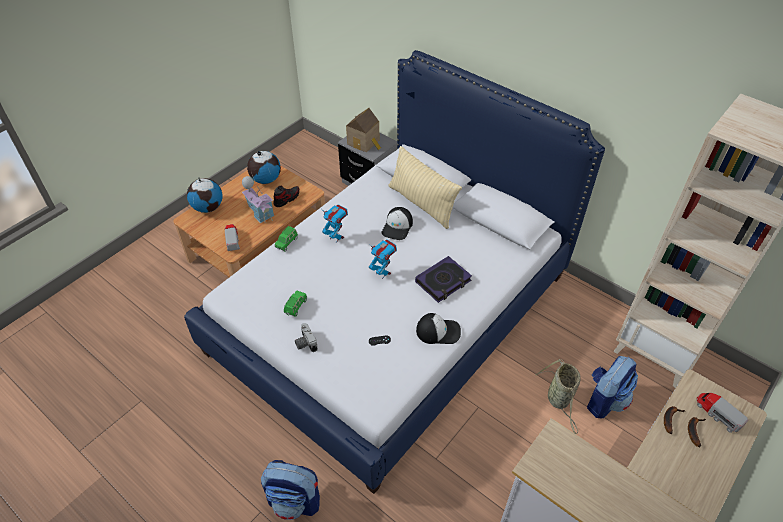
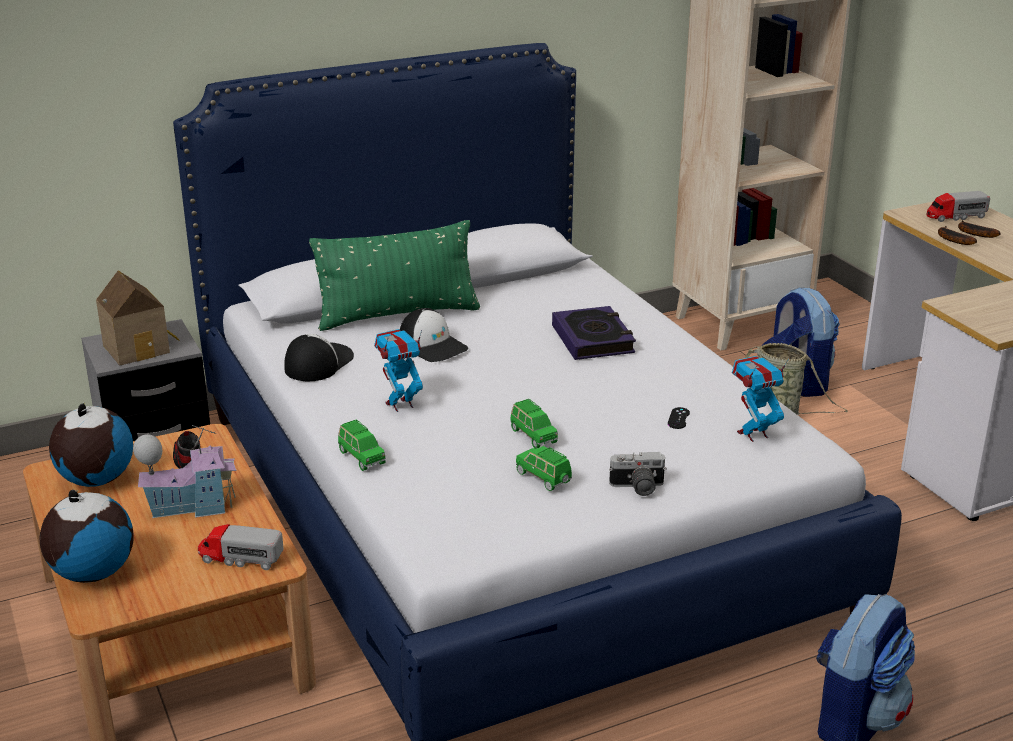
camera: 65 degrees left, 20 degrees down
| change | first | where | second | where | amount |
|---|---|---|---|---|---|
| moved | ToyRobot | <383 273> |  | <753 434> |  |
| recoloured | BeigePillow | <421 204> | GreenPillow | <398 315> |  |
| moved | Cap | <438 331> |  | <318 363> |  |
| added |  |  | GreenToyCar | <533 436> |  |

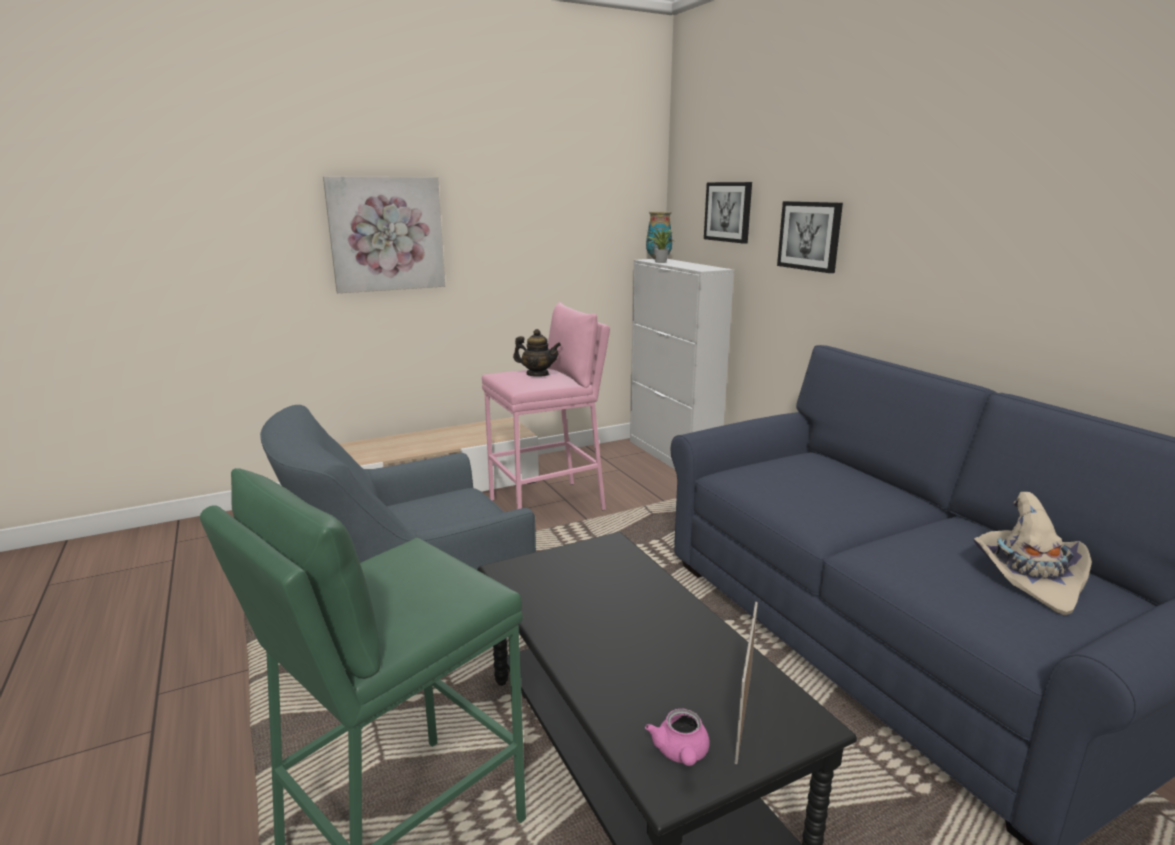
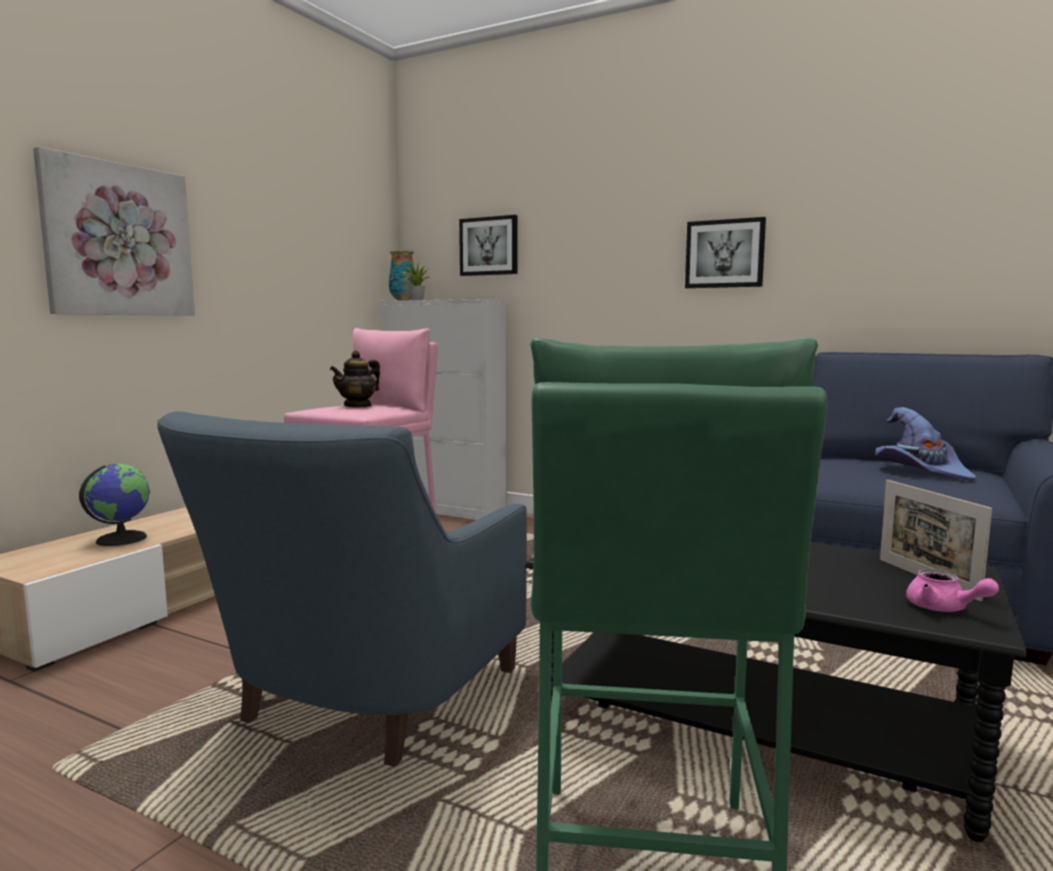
camera: 35 degrees left, 10 degrees down
| change | first | where | second | where | amount |
|---|---|---|---|---|---|
| turned | Teapot | <537 374> |  | <358 406> | 150 degrees clockwise |
| moved | Picture | <810 236> |  | <725 254> |  |
| recoloured | BeigeHat | <1029 577> | PurpleHat | <920 471> |  |
| added |  |  | Globe | <121 539> |  |

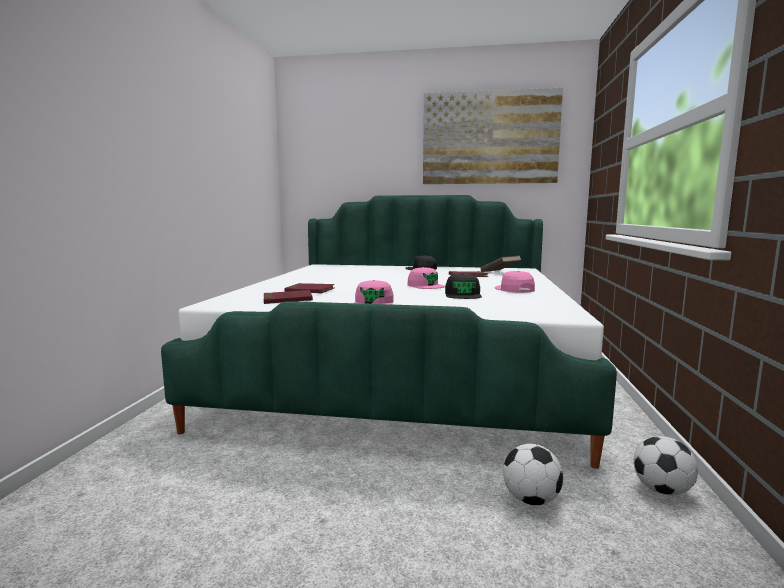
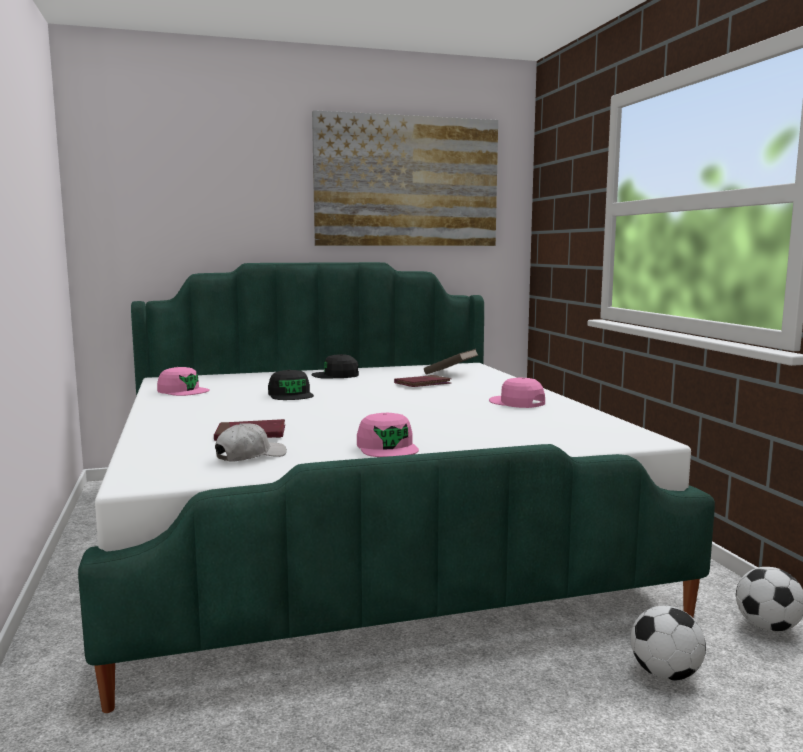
camera: 25 degrees left, 0 degrees up
| change | first | where | second | where | amount |
|---|---|---|---|---|---|
| replaced | RedBook | <287 300> | WhiteCap | <250 456> |  |
| moved | PinkCap | <426 286> |  | <183 391> |  |
| moved | BlackCap | <463 295> |  | <291 395> |  |

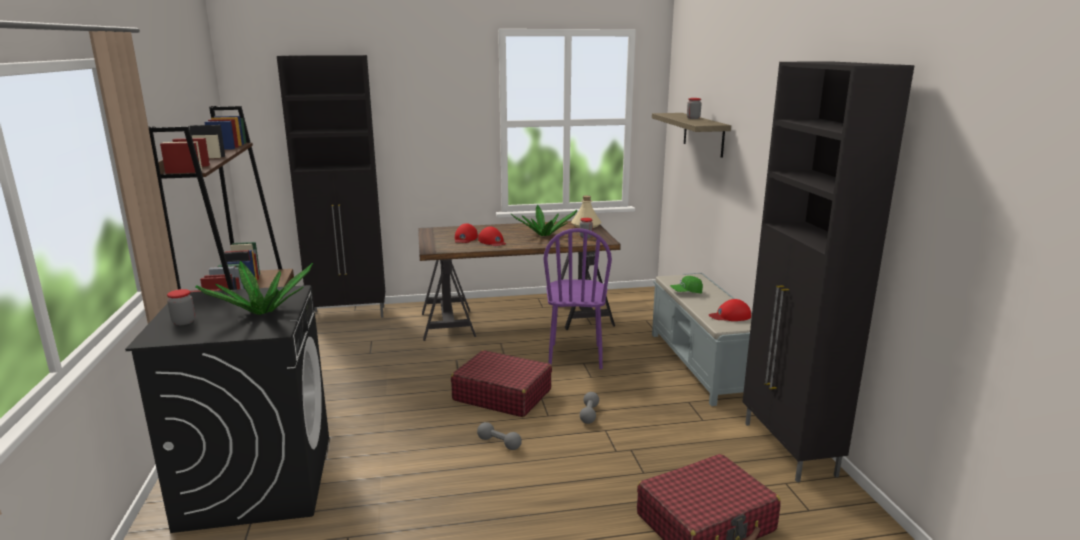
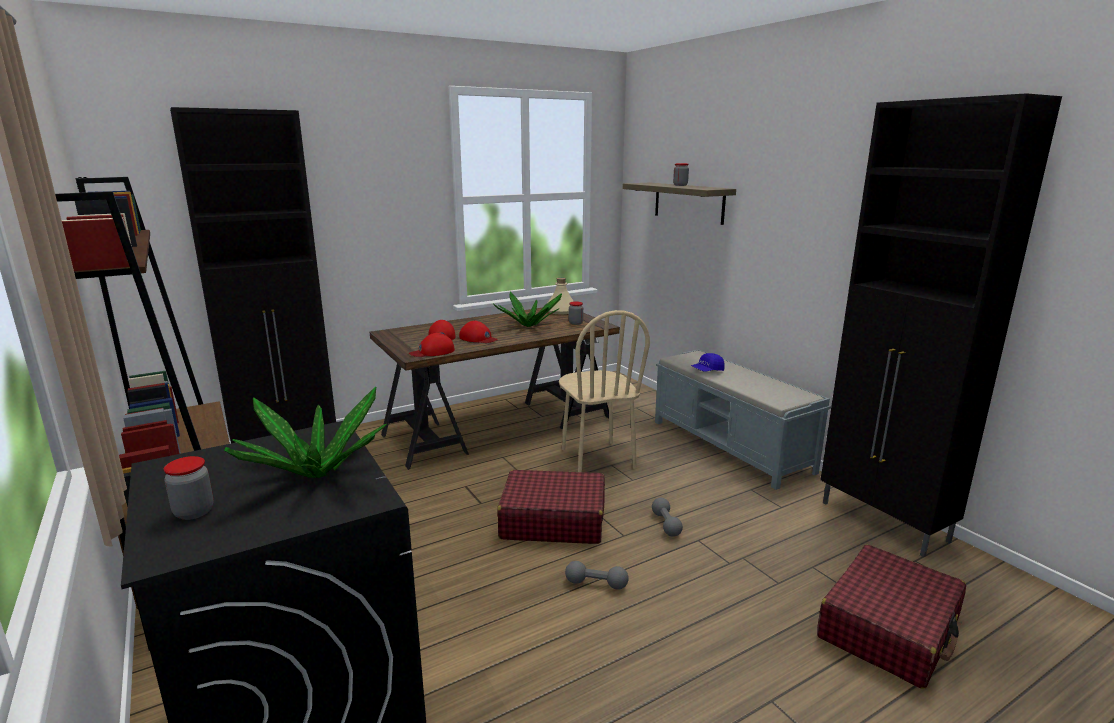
camera: 20 degrees left, 0 degrees up
| change | first | where | second | where | amount |
|---|---|---|---|---|---|
| recoloured | PurpleChair | <575 356> | BeigeChair | <597 458> |  |
| recoloured | GreenCap | <686 292> | BlueCap | <707 371> |  |
| moved | RedCap | <730 316> |  | <432 352> |  |

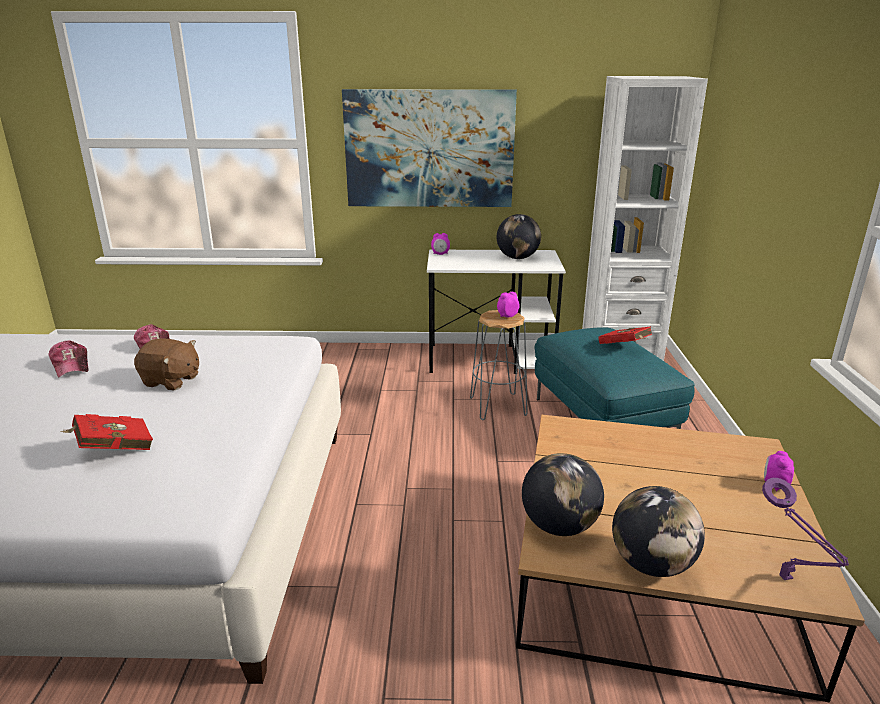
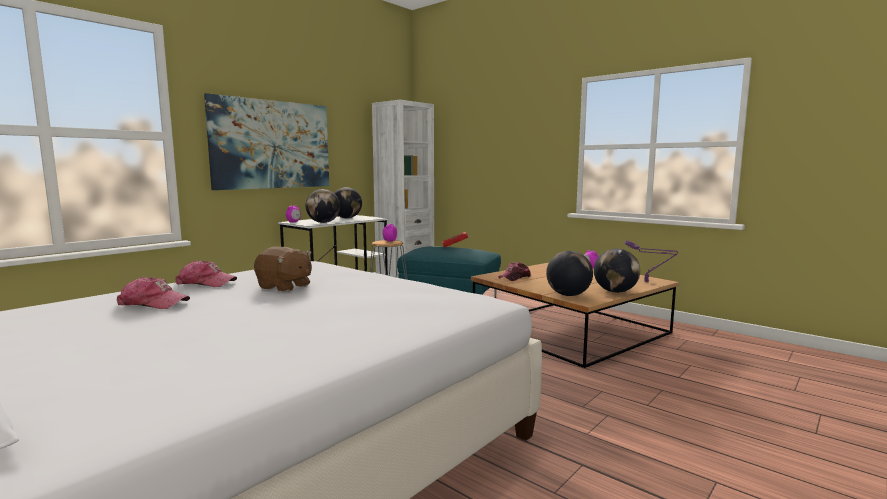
camera: 50 degrees left, 15 degrees down
| change | first | where | second | where | amount |
|---|---|---|---|---|---|
| removed | RedBook | <112 449> |  |  |  |
| turned | BrownPlushToy | <171 381> |  | <284 287> | 60 degrees clockwise |
| added |  |  | Globe | <323 222> |  |
| added |  |  | Cap | <515 277> |  |

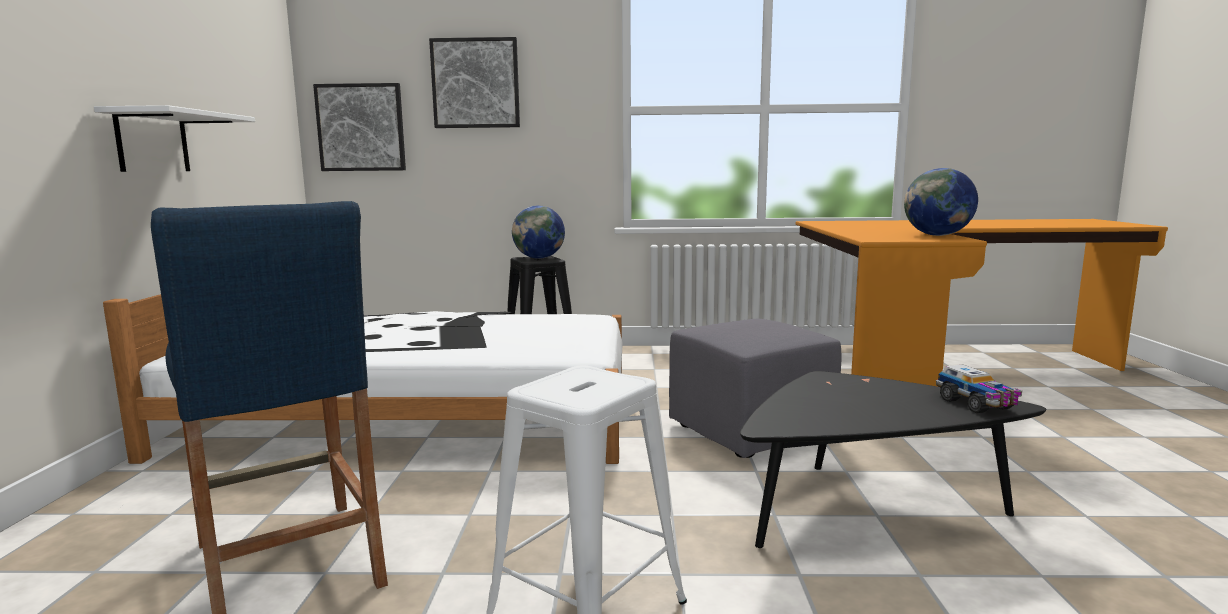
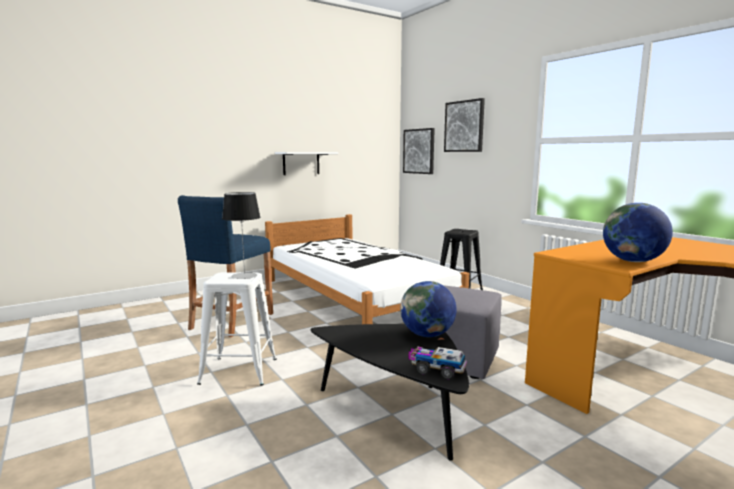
camera: 55 degrees right, 0 degrees up
| change | first | where | second | where | amount |
|---|---|---|---|---|---|
| moved | Globe | <539 258> |  | <427 335> |  |
| turned | ToyTruck | <976 404> |  | <436 370> | 75 degrees clockwise |
| added |  |  | TableLamp | <244 276> |  |

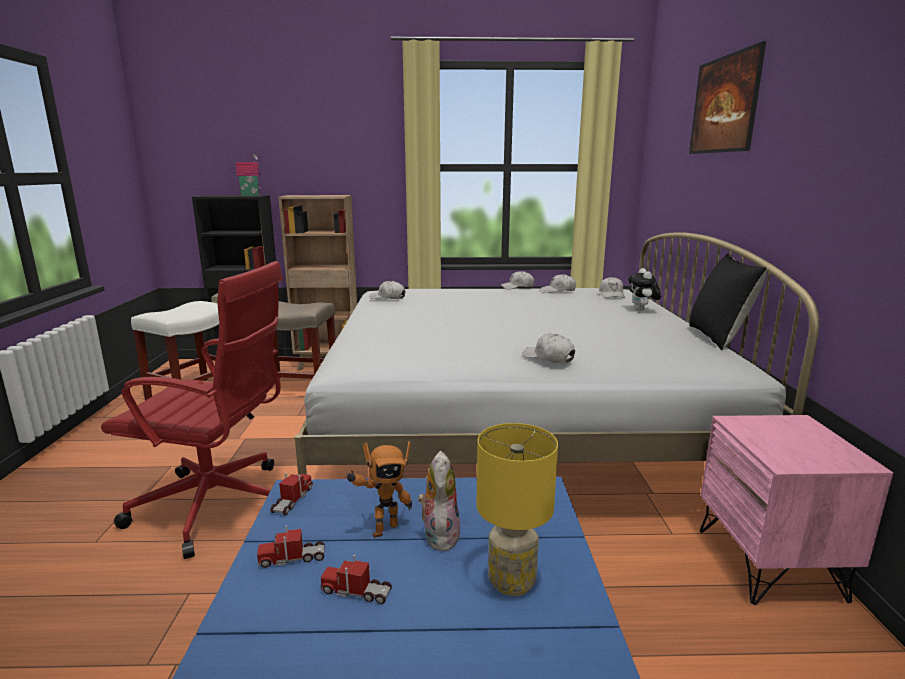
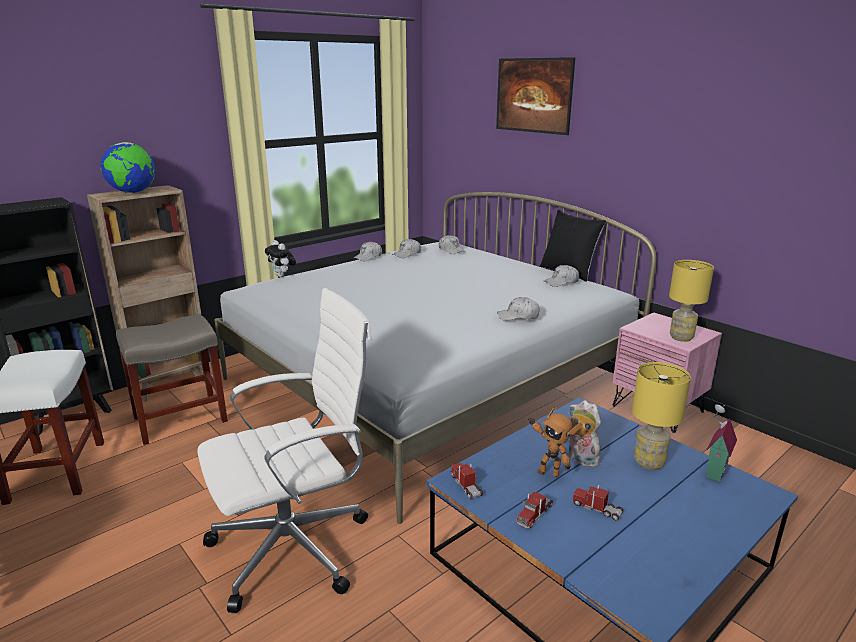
camera: 40 degrees left, 5 degrees up
| change | first | where | second | where | amount |
|---|---|---|---|---|---|
| recoloured | RedOfficeChair | <217 506> | WhiteOfficeChair | <295 547> |  |
| moved | ToyHouse | <250 195> |  | <713 471> |  |
| turned | ToyTruck | <356 591> |  | <597 509> | 60 degrees clockwise |
| turned | ToyRobot | <382 529> |  | <548 472> | 105 degrees clockwise |
| moved | WhiteCap | <388 298> |  | <561 282> |  |
| moved | PlushToy | <642 310> |  | <282 276> |  |
| added |  |  | Globe | <132 192> |  |
| added |  |  | YellowTableLamp | <681 337> |  |

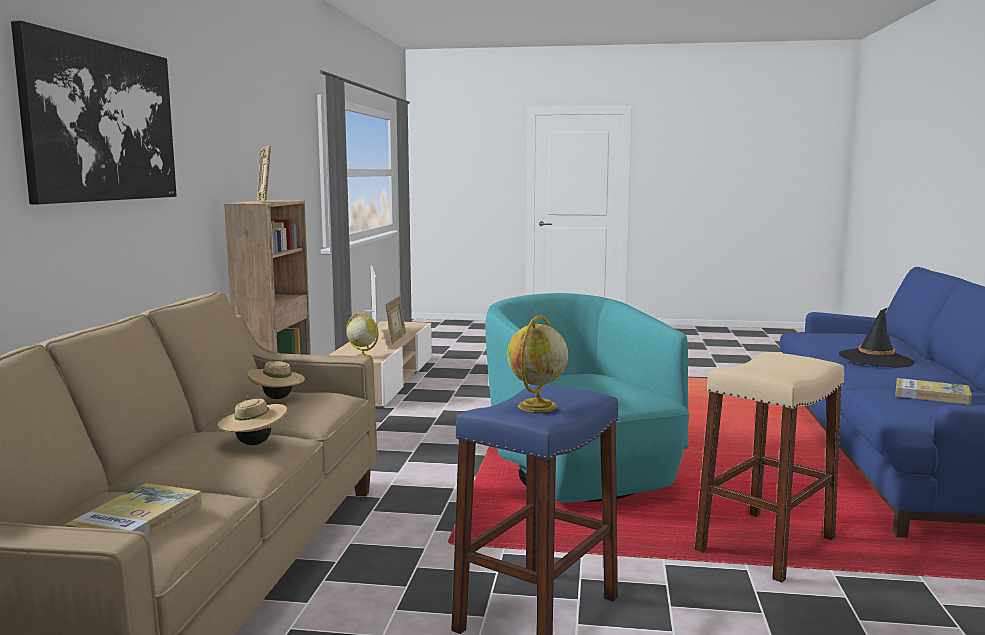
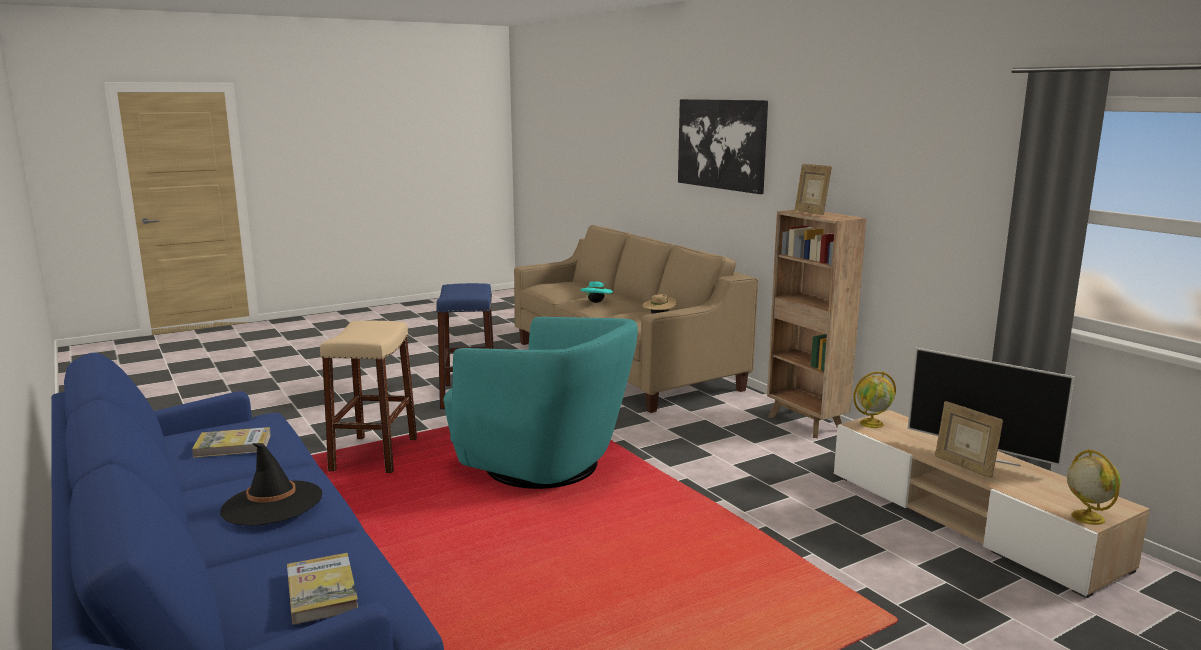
camera: 140 degrees right, 5 degrees up
| change | first | where | second | where | amount |
|---|---|---|---|---|---|
| moved | Book | <137 520> |  | <322 592> |  |
| recoloured | BeigeHat | <254 443> | TurquoiseHat | <596 302> |  |
| turned | PictureFrame | <264 201> |  | <810 213> | 135 degrees counterclockwise |
| moved | Globe | <537 407> |  | <1086 517> |  |

